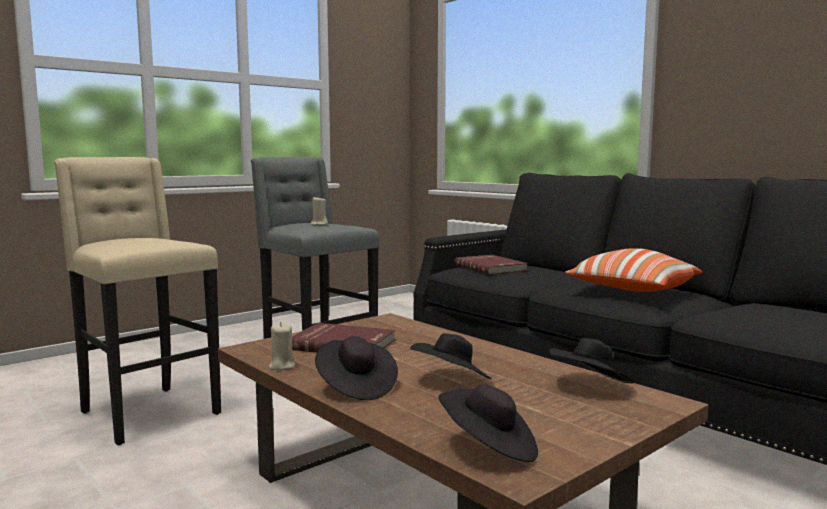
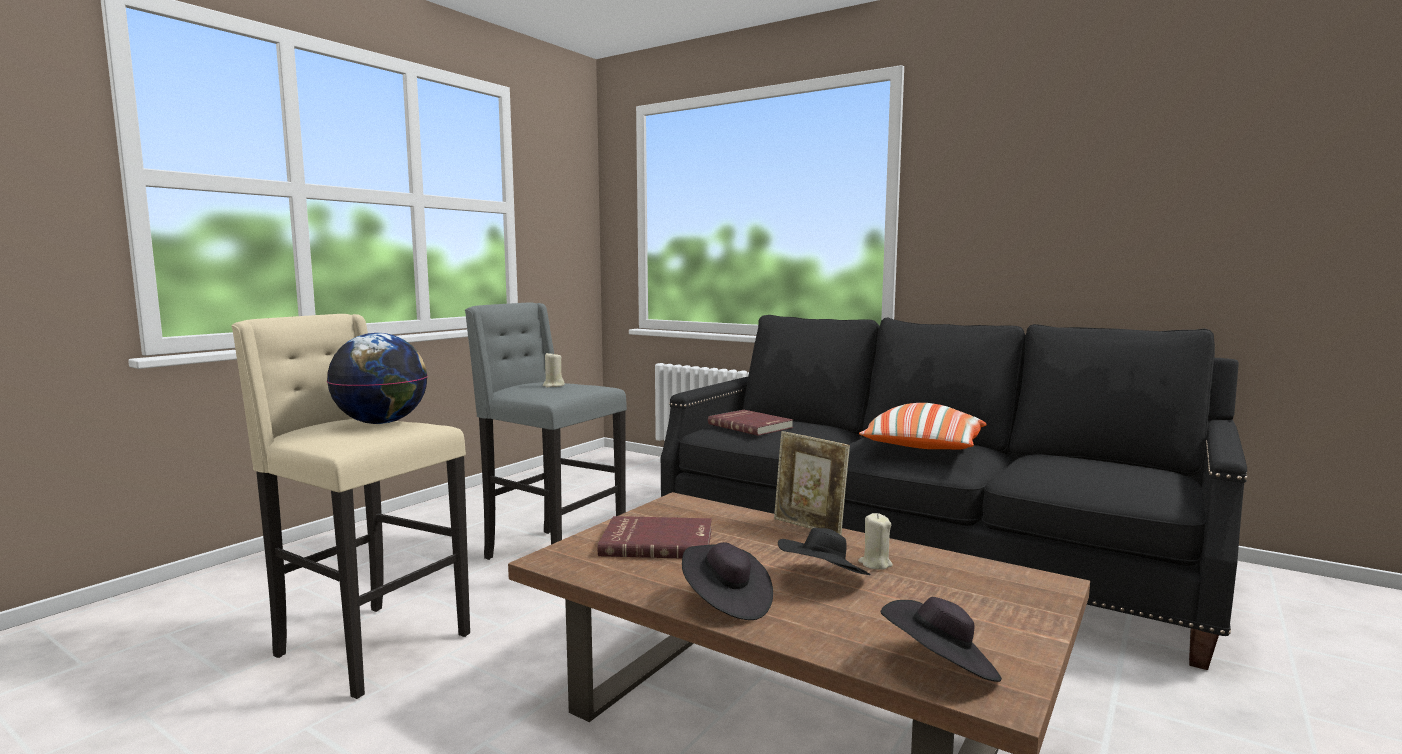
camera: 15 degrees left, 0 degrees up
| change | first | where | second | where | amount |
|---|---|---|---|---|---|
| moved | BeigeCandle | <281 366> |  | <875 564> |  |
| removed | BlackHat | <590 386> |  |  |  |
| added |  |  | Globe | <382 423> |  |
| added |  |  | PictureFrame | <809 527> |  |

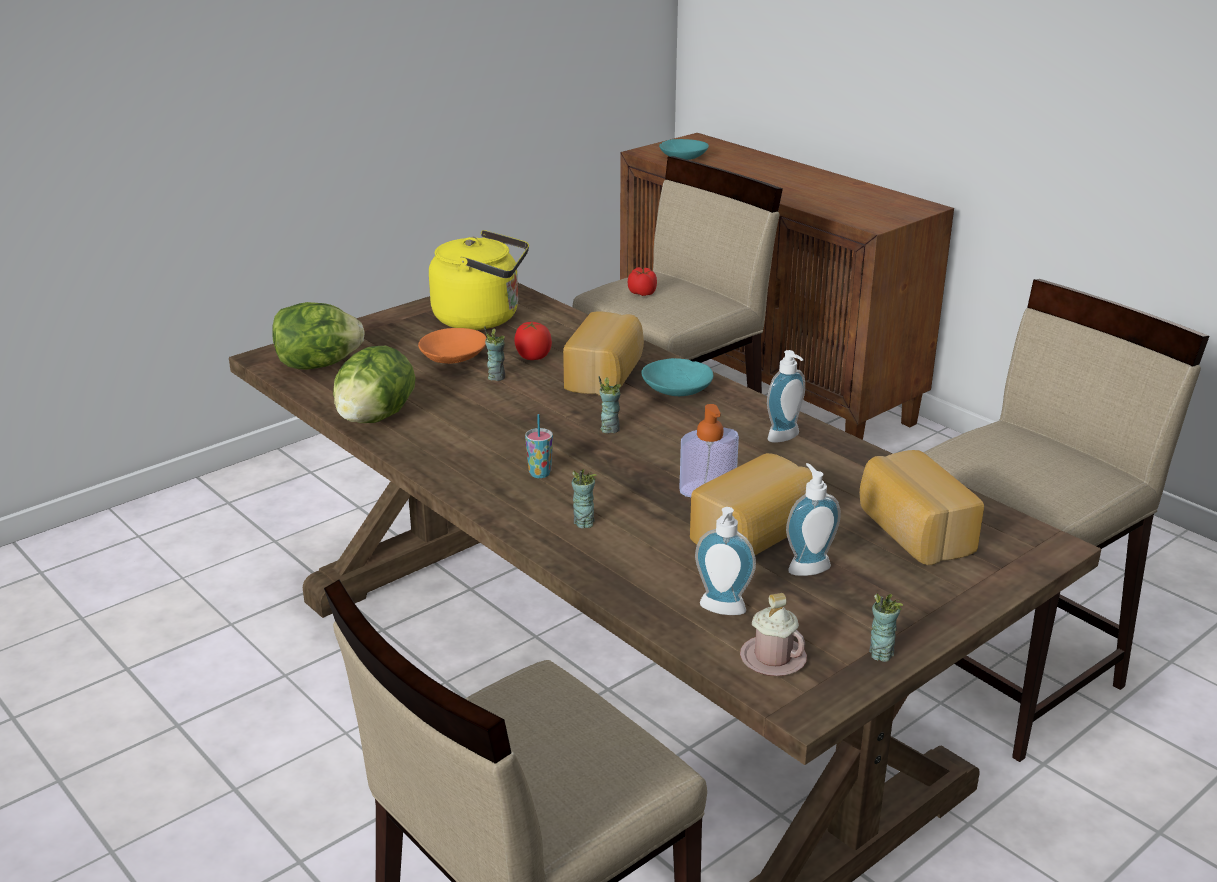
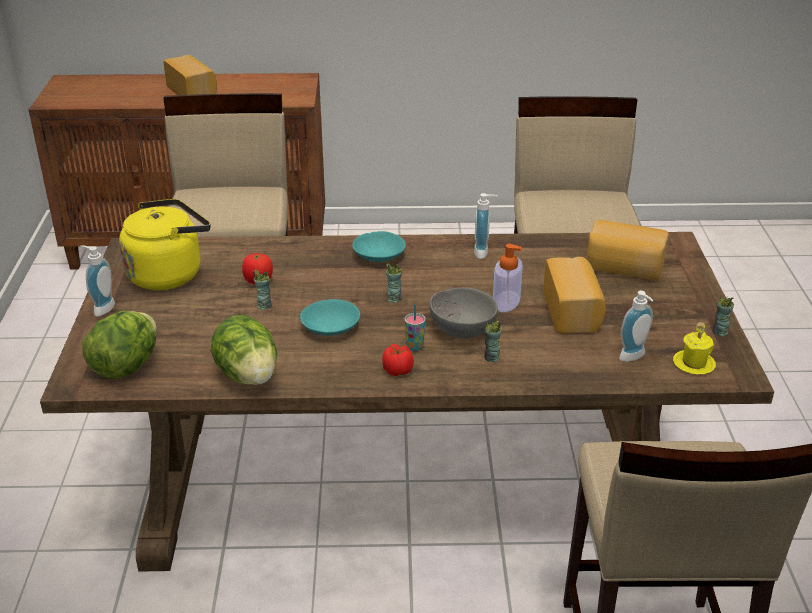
camera: 50 degrees left, 5 degrees up
| change | first | where | second | where | amount |
|---|---|---|---|---|---|
| removed | OrangeBowl | <452 358> |  |  |  |
| moved | Bread | <606 376> |  | <193 92> |  |
| moved | Tomato | <643 293> |  | <397 370> |  |
| moved | TurquoiseBowl | <683 157> |  | <330 327> |  |
| recoloured | PinkMug | <773 658> | YellowMug | <693 364> |  |
| moved | SoapDispenser | <807 566> |  | <101 308> |  |
| added |  |  | GreyBowl | <461 329> |  |

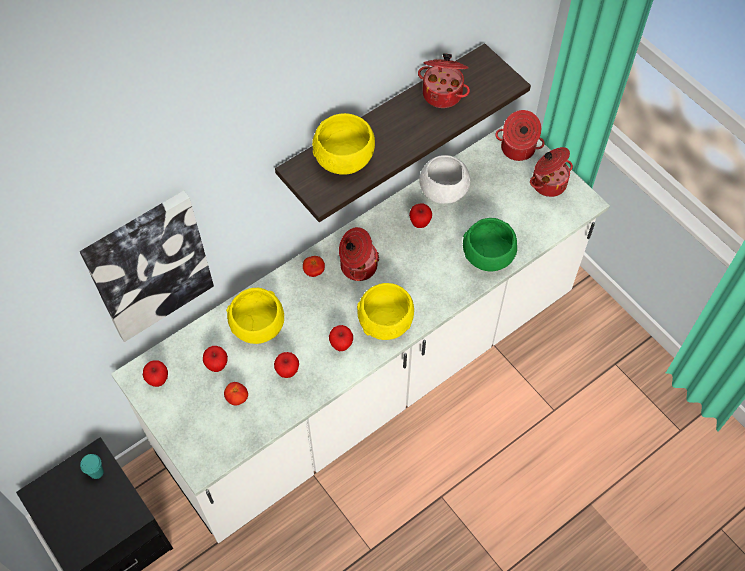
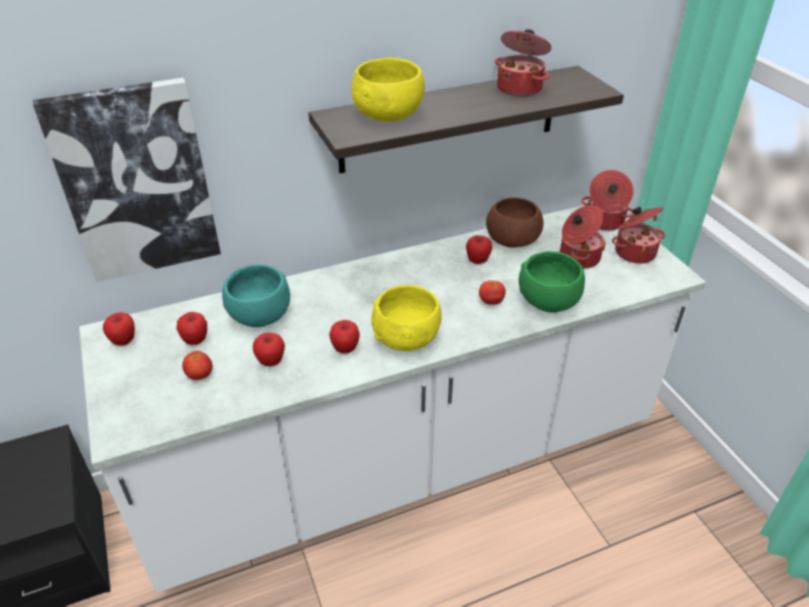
camera: 15 degrees right, 20 degrees down
| change | first | where | second | where | amount |
|---|---|---|---|---|---|
| removed | TurquoiseCup | <96 472> |  |  |  |
| recoloured | YellowBowl | <257 327> | TurquoiseBowl | <259 315> |  |
| moved | Tomato | <314 271> |  | <491 302> |  |
| moved | CookingPot | <357 266> |  | <578 257> |  |
| recoloured | WhiteBowl | <443 190> | BrownBowl | <512 240> |  |

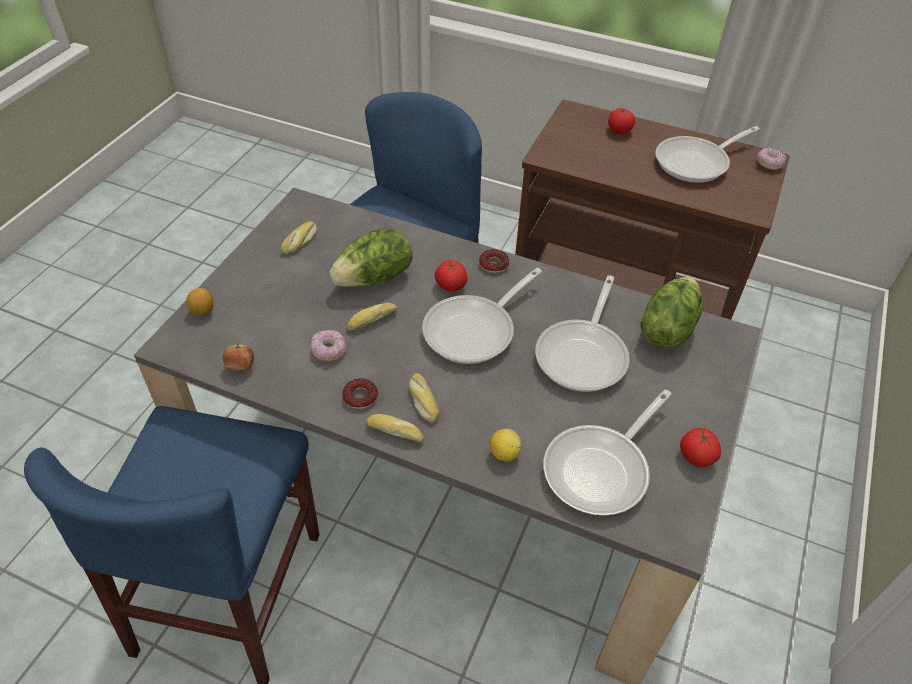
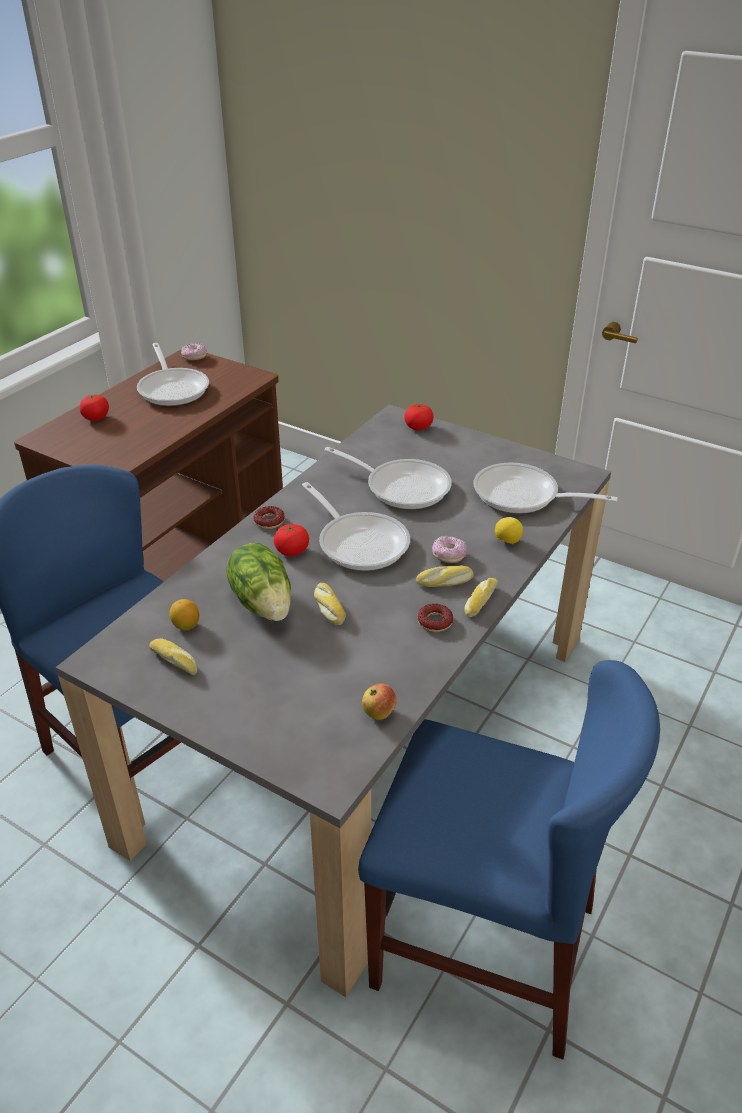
camera: 80 degrees left, 10 degrees down
| change | first | where | second | where | amount |
|---|---|---|---|---|---|
| moved | Lemon | <202 311> |  | <186 626> |  |
| moved | Donut | <329 351> |  | <448 556> |  |
| turned | FryingPan | <602 469> |  | <523 496> | 150 degrees clockwise |
| removed | Lettuce | <666 329> |  |  |  |
| moved | Tomato | <696 456> |  | <418 427> |  |

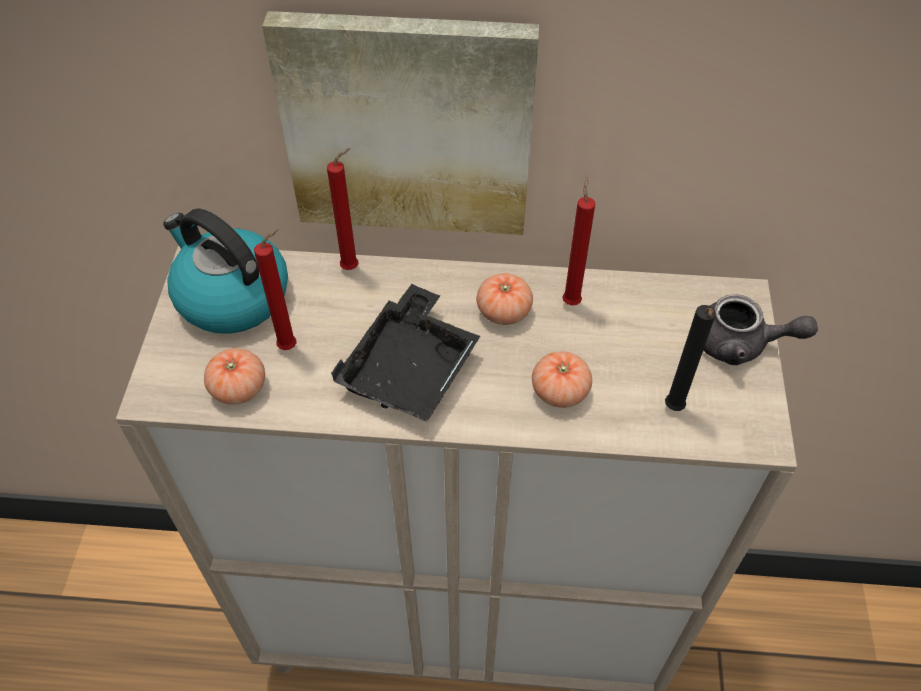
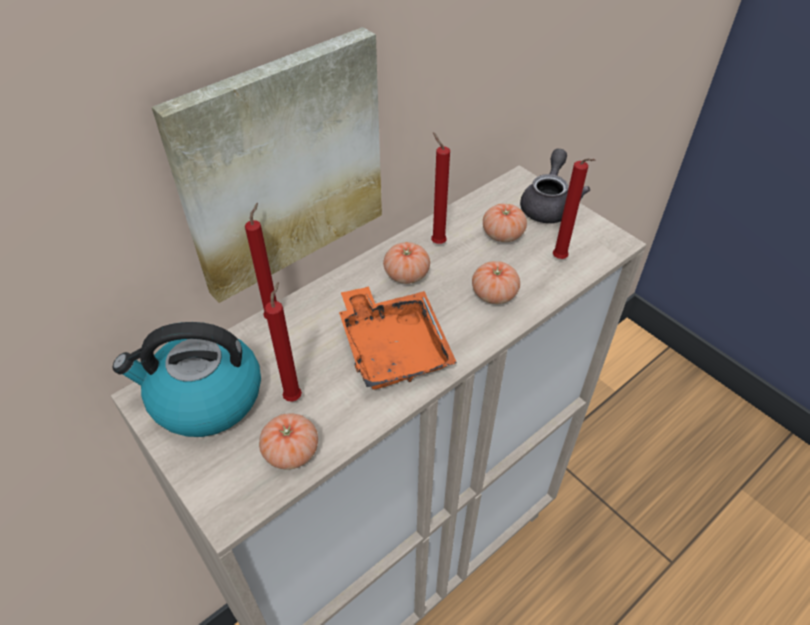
camera: 45 degrees left, 5 degrees down
| change | first | where | second | where | amount |
|---|---|---|---|---|---|
| recoloured | BlackTray | <410 368> | OrangeTray | <393 347> |  |
| recoloured | BlackCandle | <673 410> | RedCandle | <561 260> |  |
| turned | GreyTeapot | <740 344> |  | <549 204> | 45 degrees counterclockwise |
| added |  |  | Tomato | <502 234> |  |

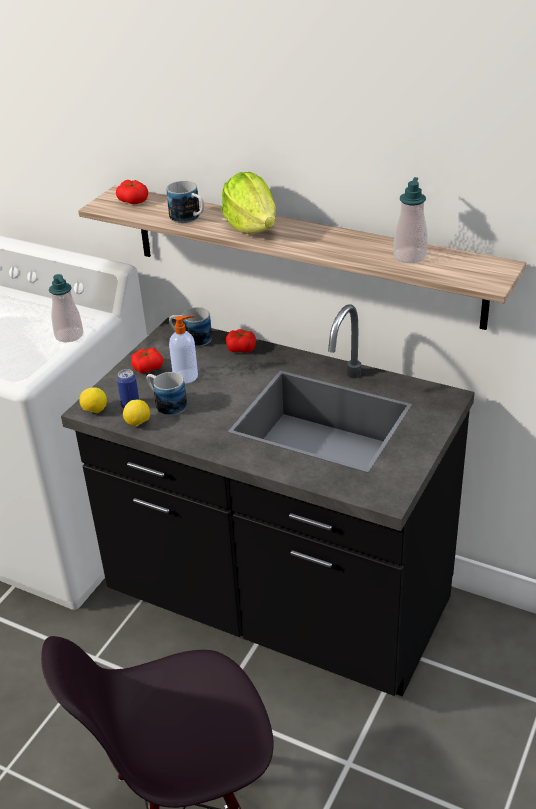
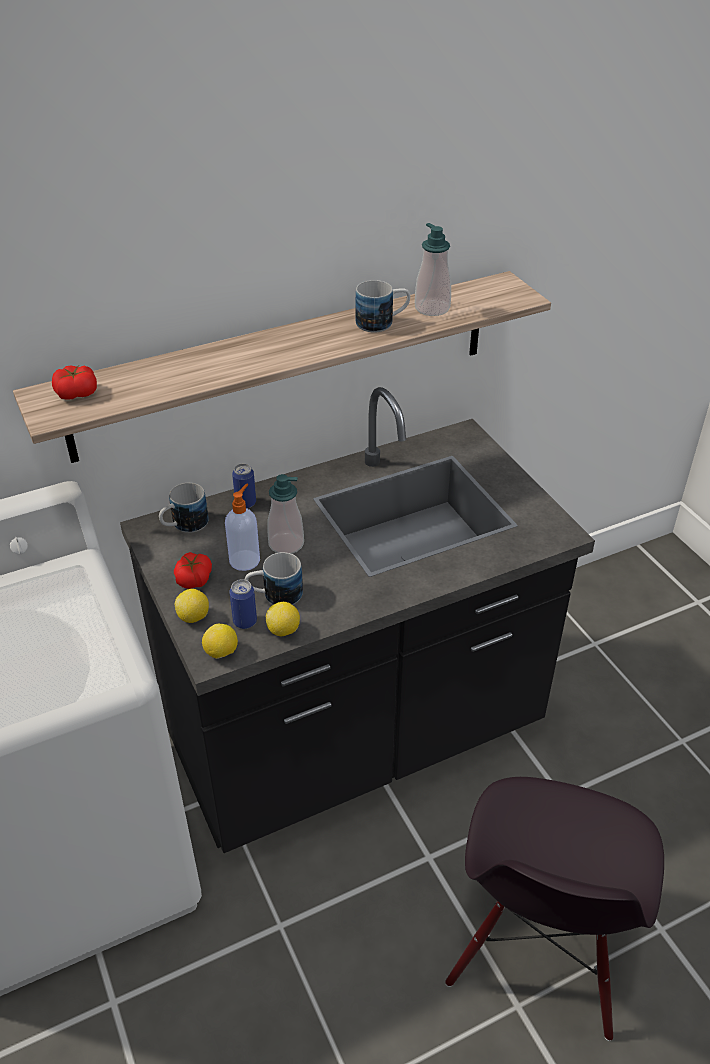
camera: 55 degrees left, 5 degrees up
| change | first | where | second | where | amount |
|---|---|---|---|---|---|
| moved | SoapDispenser | <69 335> |  | <286 544> |  |
| moved | Mug | <189 218> |  | <382 323> |  |
| removed | Lettuce | <251 227> |  |  |  |
| replaced | Tomato | <241 348> | Can | <245 503> |  |
| added |  |  | Lemon | <194 617> |  |

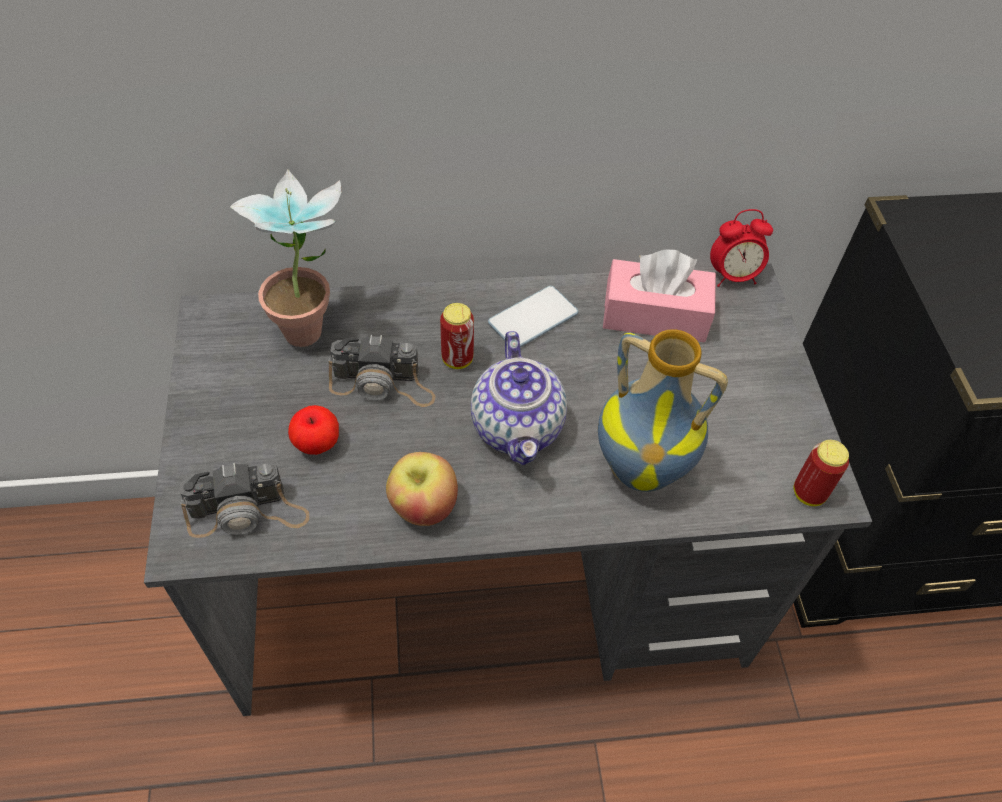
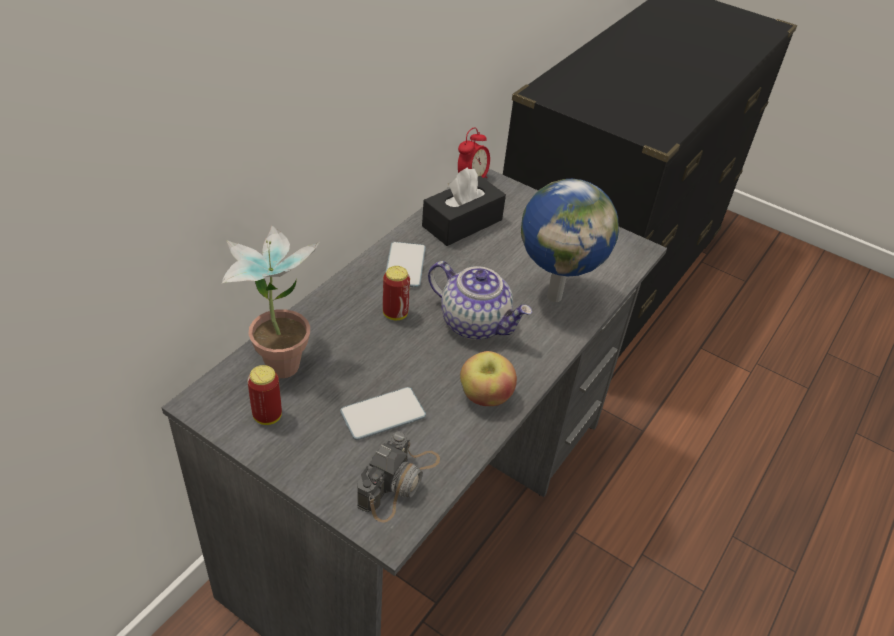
camera: 50 degrees left, 10 degrees down
| change | first | where | second | where | amount |
|---|---|---|---|---|---|
| replaced | Apple | <317 443> | Phone | <383 414> |  |
| removed | PhotoCamera | <383 384> |  |  |  |
| replaced | Vase | <643 466> | Globe | <554 295> |  |
| recoloured | PinkTissueBox | <655 315> | BlackTissueBox | <462 223> |  |
| moved | Can | <808 493> |  | <267 416> |  |

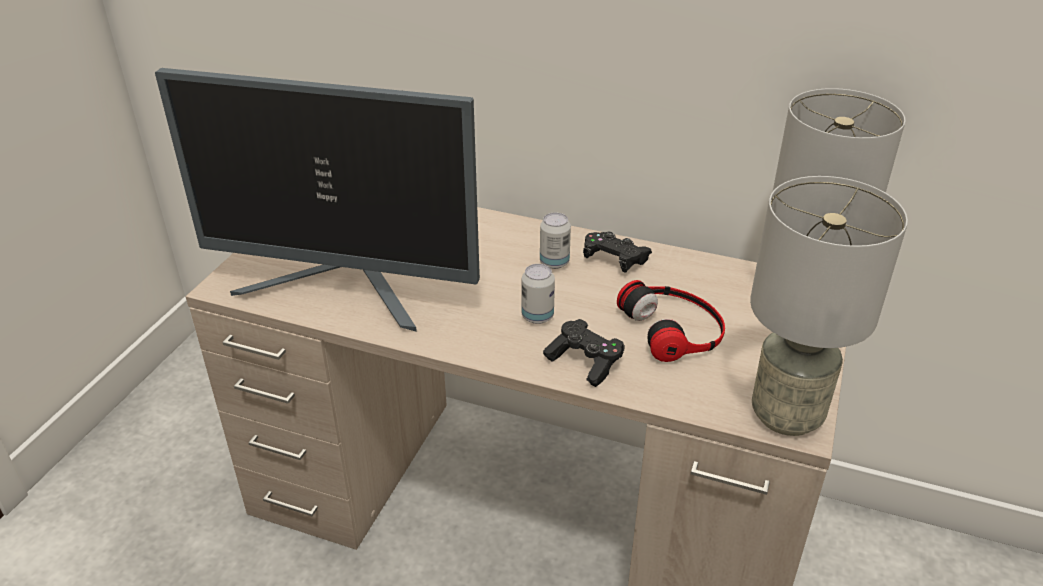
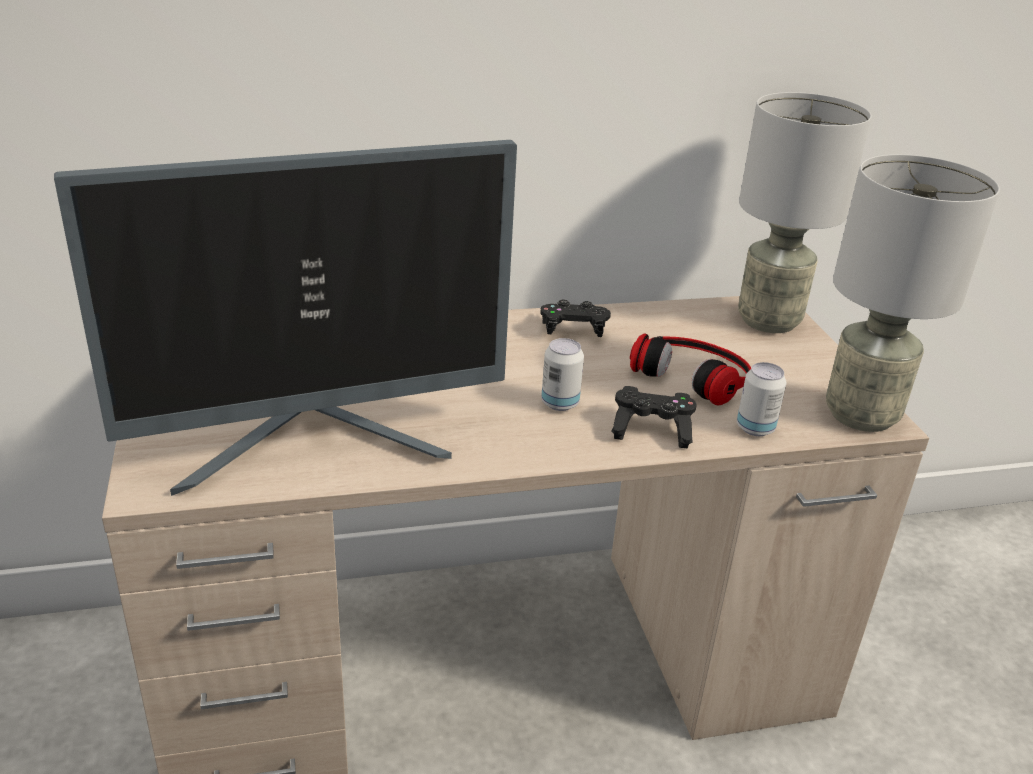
camera: 35 degrees left, 5 degrees down
| change | first | where | second | where | amount |
|---|---|---|---|---|---|
| moved | Can | <554 262> |  | <755 428> |  |

